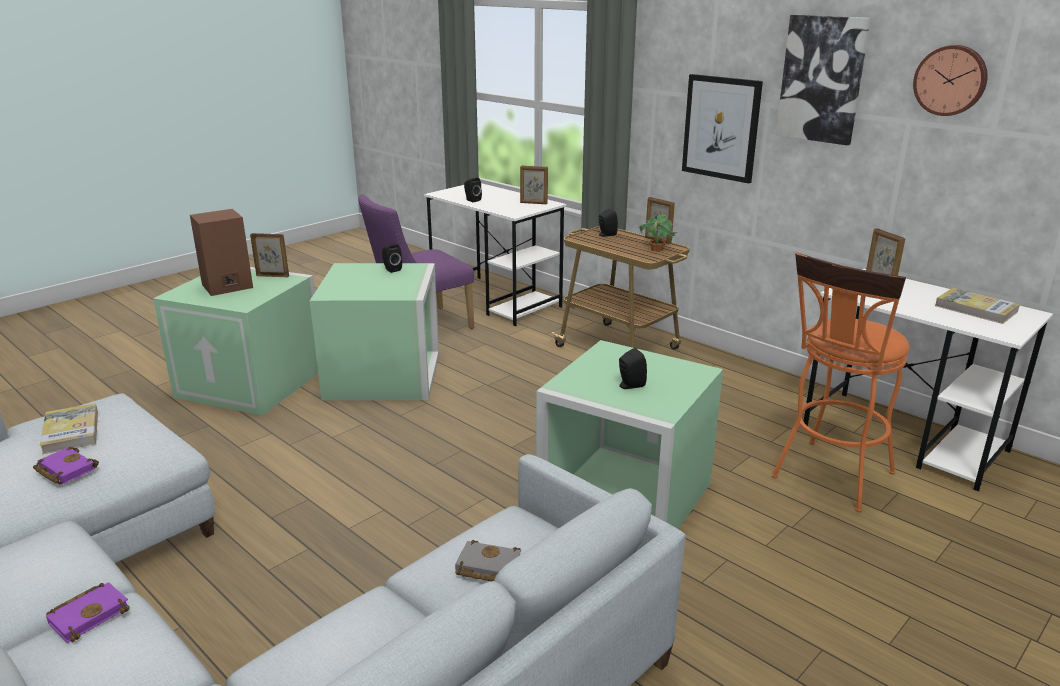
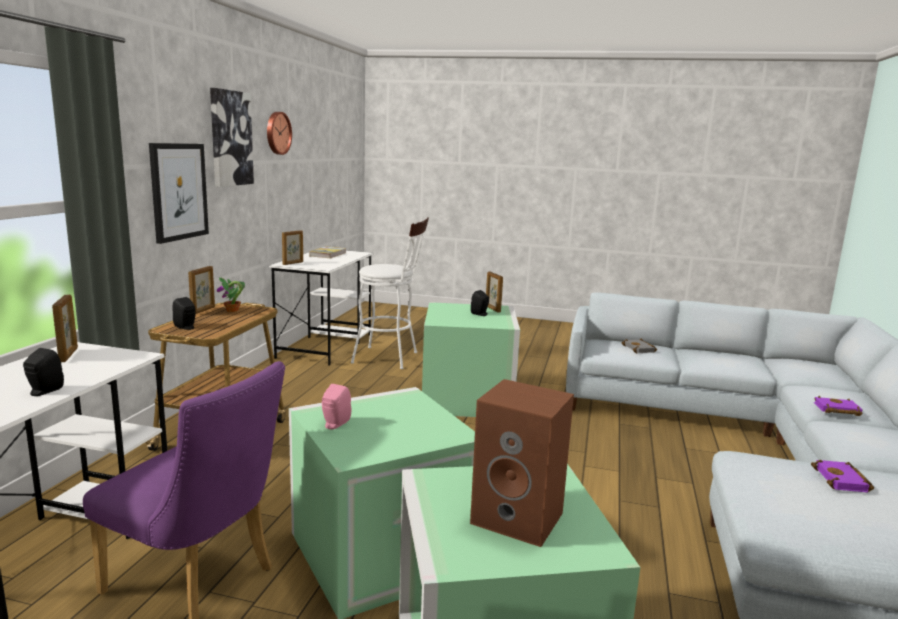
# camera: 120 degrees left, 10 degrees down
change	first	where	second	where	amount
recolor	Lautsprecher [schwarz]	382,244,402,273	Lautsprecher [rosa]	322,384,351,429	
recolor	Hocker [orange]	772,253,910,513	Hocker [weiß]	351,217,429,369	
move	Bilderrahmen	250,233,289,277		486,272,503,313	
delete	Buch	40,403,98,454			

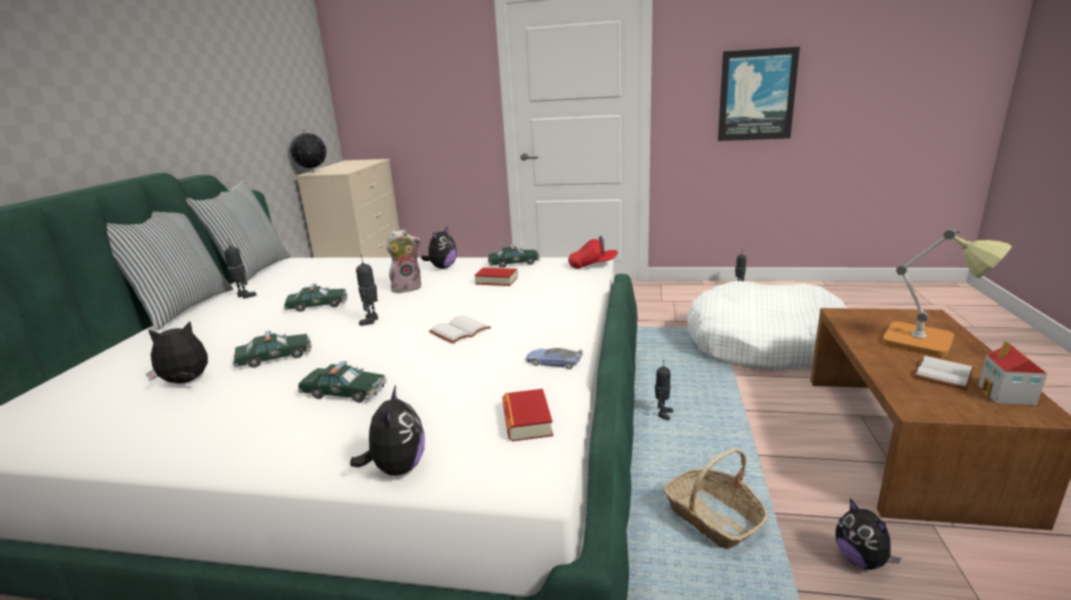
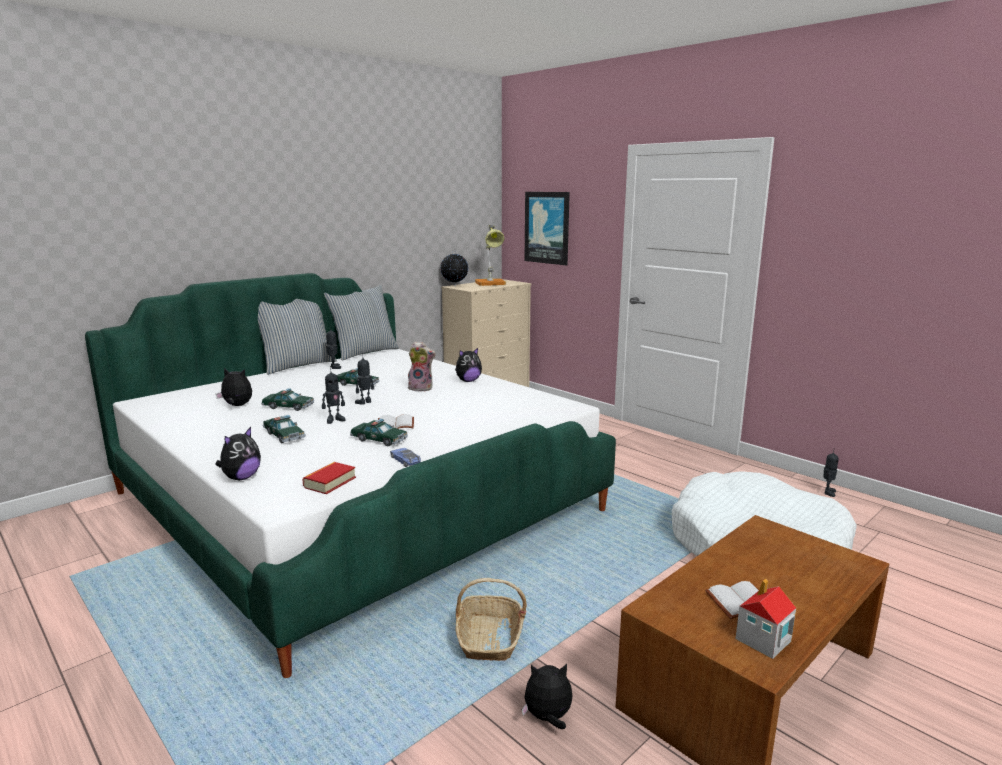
# camera: 35 degrees right, 5 degrees down
change	first	where	second	where	amount
move	Spielzeugroboter	655,360,673,420		322,366,345,424	
move	Spielzeugauto	488,244,540,268		350,419,408,446	
move	Tischlampe	882,228,1012,357		475,225,506,286	
rotate	Plüschtier	836,498,901,570		522,664,572,729	75 degrees clockwise
move	Bild	718,47,800,141		525,192,570,265	
delete	Buch	474,267,518,286			
delete	Kappe [rot]	568,236,618,269			

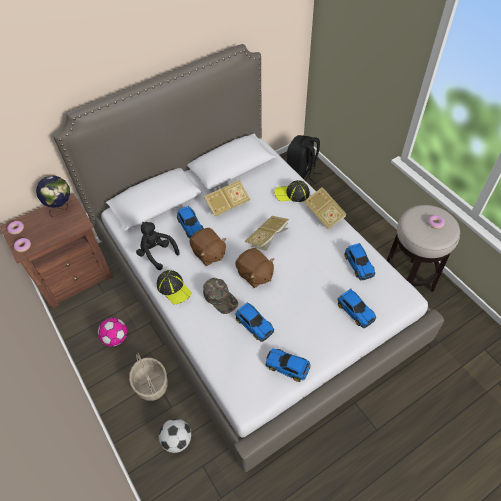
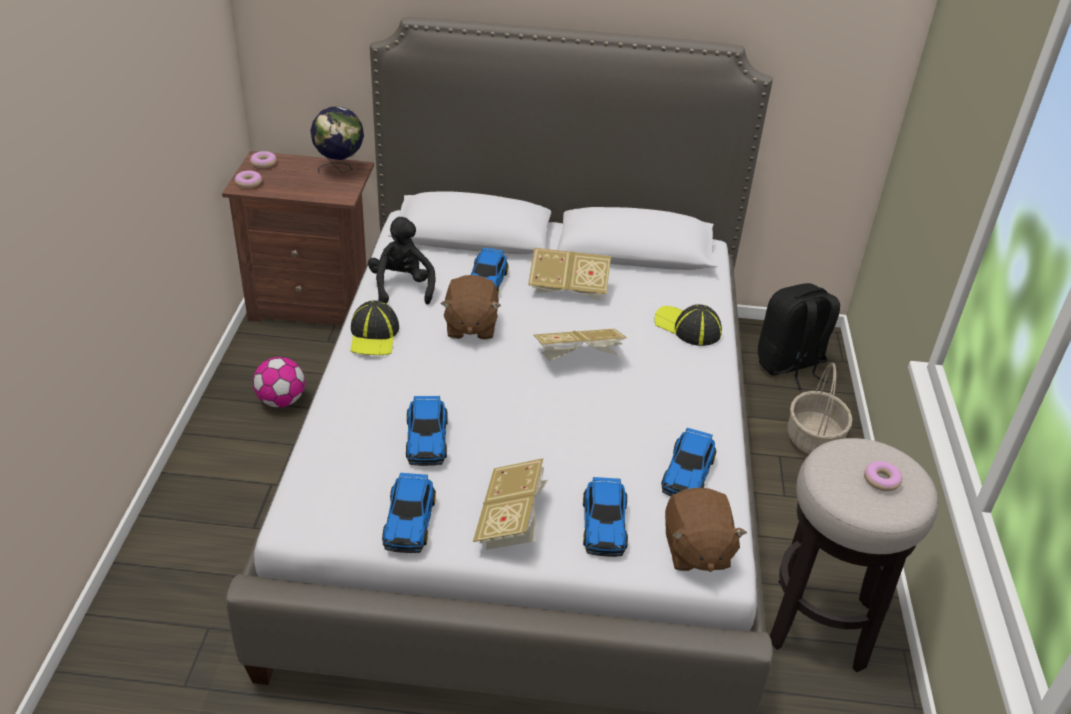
# camera: 35 degrees right, 15 degrees down
change	first	where	second	where	amount
rotate	Spielzeugauto	265,348,311,382		382,472,436,553	150 degrees counterclockwise
move	Buch	304,187,346,230		473,458,548,550	
move	Plüschtier [braun]	235,248,274,288		665,488,747,572	
move	Korb	129,353,168,401		787,363,853,454	
delete	Fußball	159,418,191,453			
delete	Kappe [grün]	203,278,238,314			

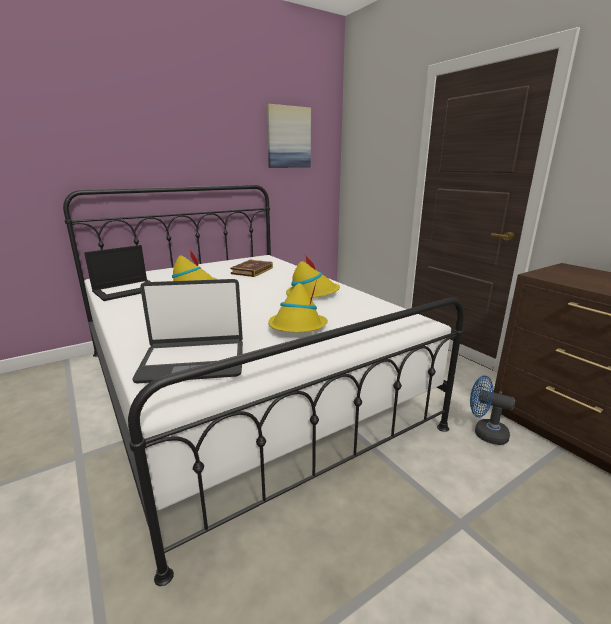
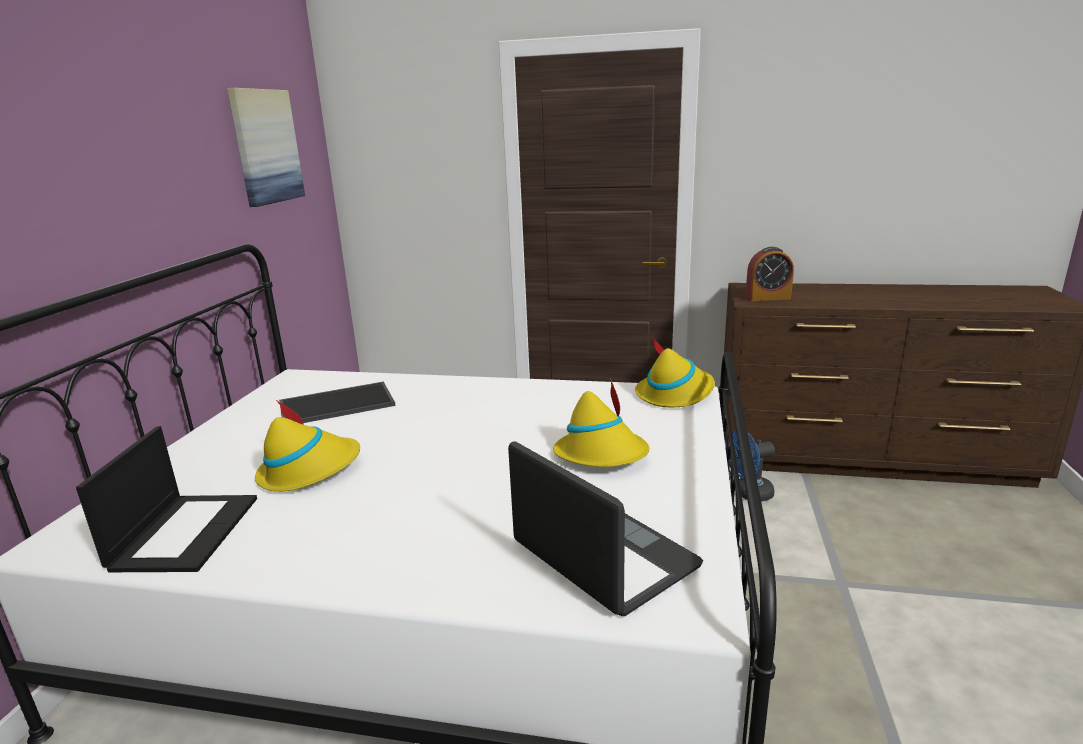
# camera: 45 degrees left, 0 degrees up
change	first	where	second	where	amount
replace	Buch	230,260,273,277	Tablett	279,381,396,423	
rotate	Laptop	132,279,243,383		508,441,703,616	75 degrees counterclockwise
move	Hut [gelb]	286,255,340,298		635,337,715,407	
insert			Wecker	745,247,794,301	

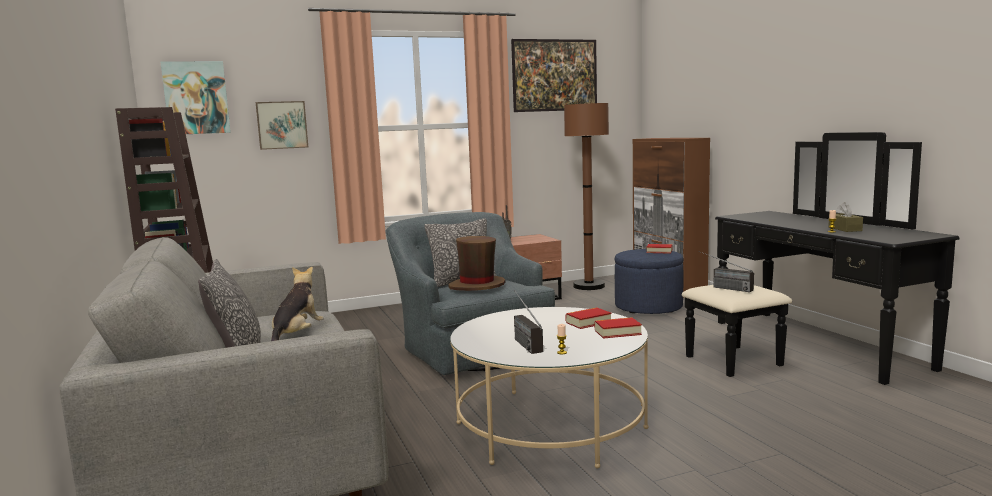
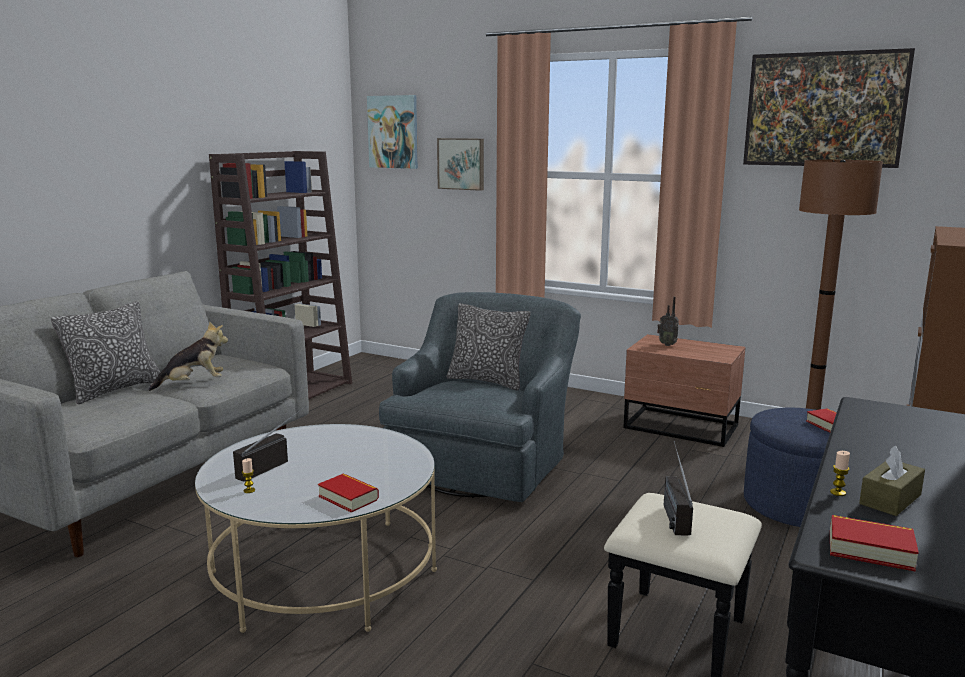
# camera: 50 degrees right, 5 degrees up
change	first	where	second	where	amount
move	Buch	565,308,611,329		830,515,919,572	
delete	Hut [braun]	448,236,505,291			

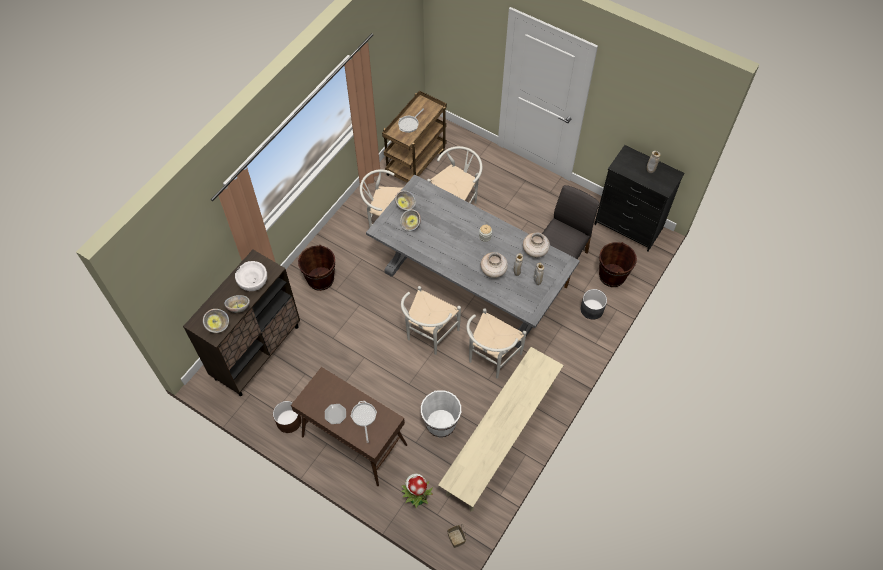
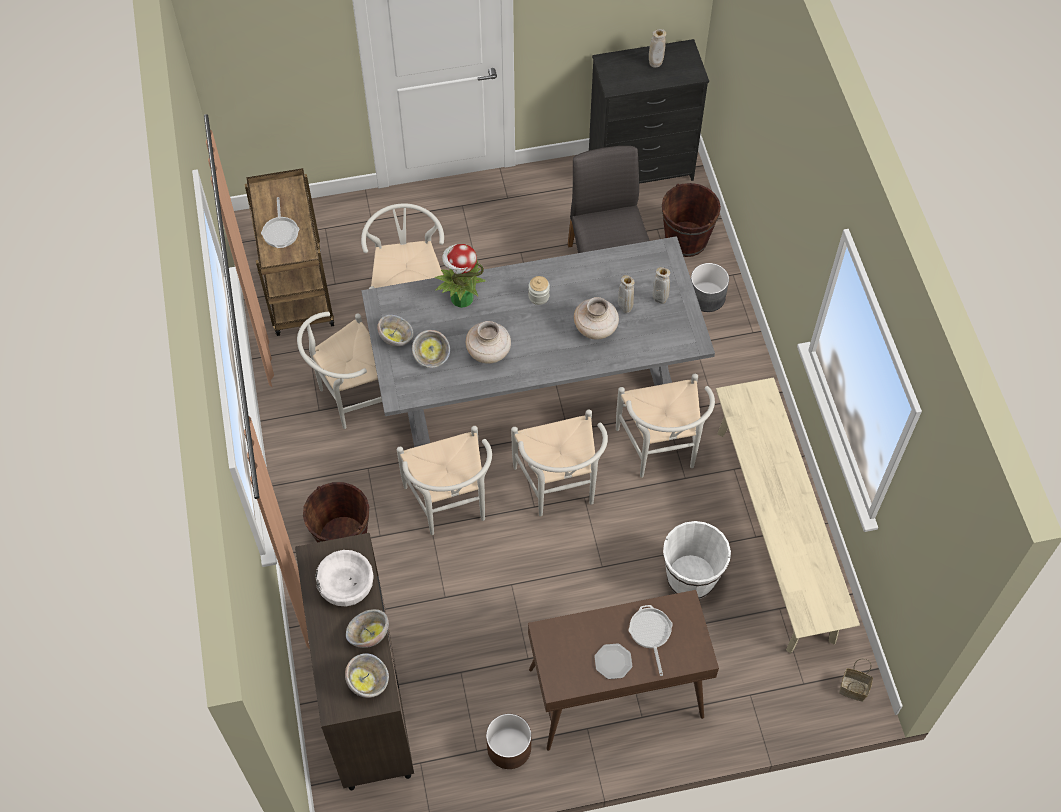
# camera: 45 degrees left, 0 degrees up
change	first	where	second	where	amount
insert			Stuhl [weiß]	397,426,492,535	
move	Topfpflanze	401,473,433,509		435,244,486,308	
move	Vase [beige]	523,232,550,258		466,321,511,364	
rotate	Pfanne	350,401,377,443		628,605,673,676	45 degrees clockwise

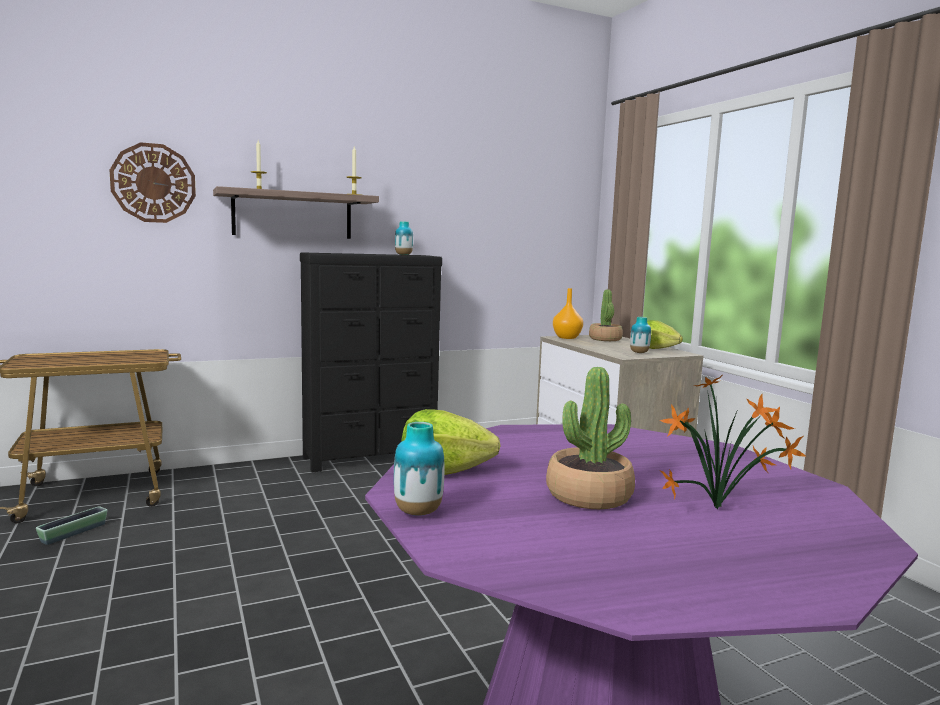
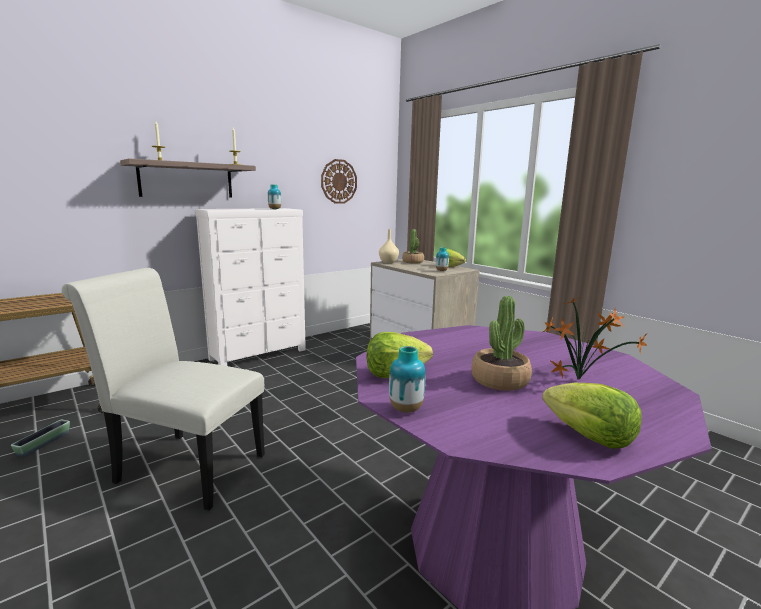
# camera: 15 degrees left, 5 degrees up
change	first	where	second	where	amount
insert			Stuhl [weiß]	62,268,265,510	
recolor	Kommode [schwarz]	300,252,442,473	Kommode [weiß]	195,208,306,366	
move	Wanduhr	110,142,196,223		321,159,357,204	
recolor	Vase [orange]	553,288,583,339	Vase [beige]	379,229,399,263	
insert			Salatkopf	542,383,642,449	

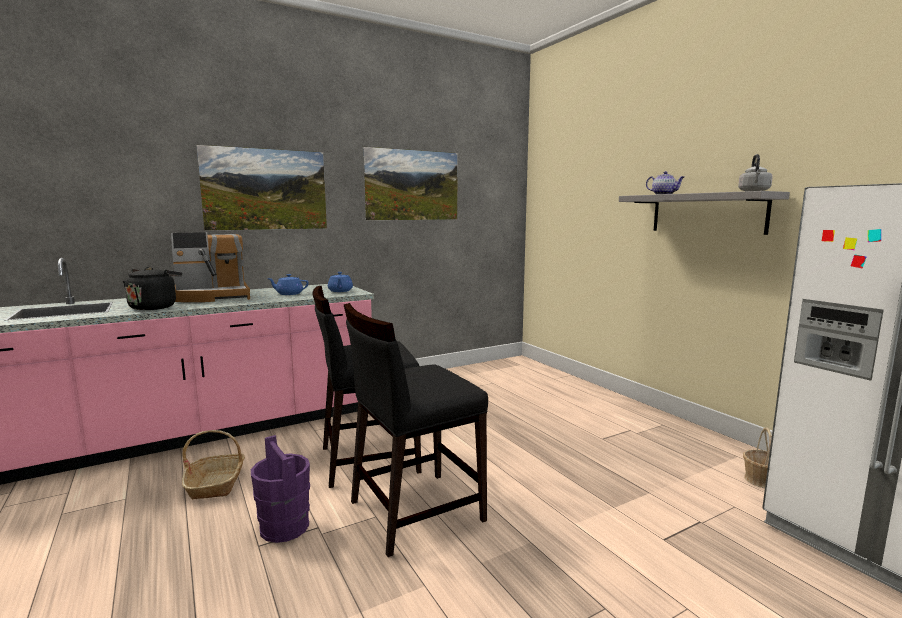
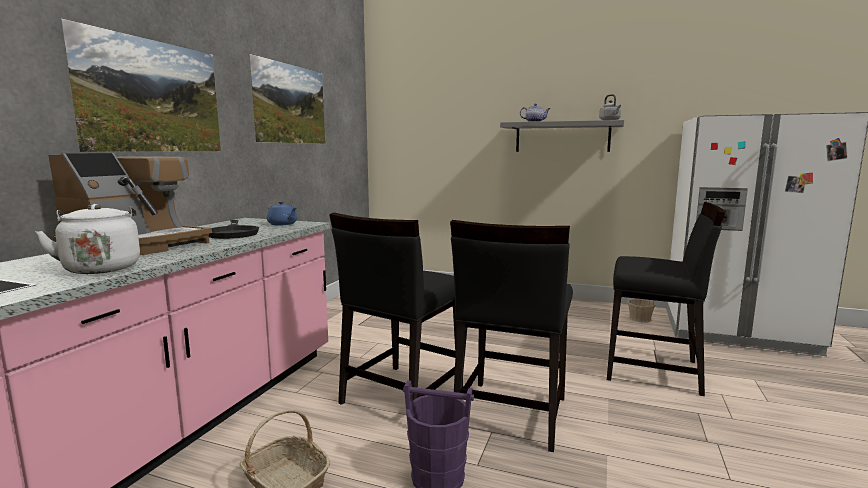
# camera: 40 degrees left, 0 degrees up
change	first	where	second	where	amount
recolor	Wasserkessel [schwarz]	123,267,182,310	Wasserkessel [weiß]	35,204,140,274	
replace	Teekanne [blau]	267,274,309,295	Pfanne [schwarz]	209,220,259,239	
insert			Stuhl [schwarz]	607,202,725,396	

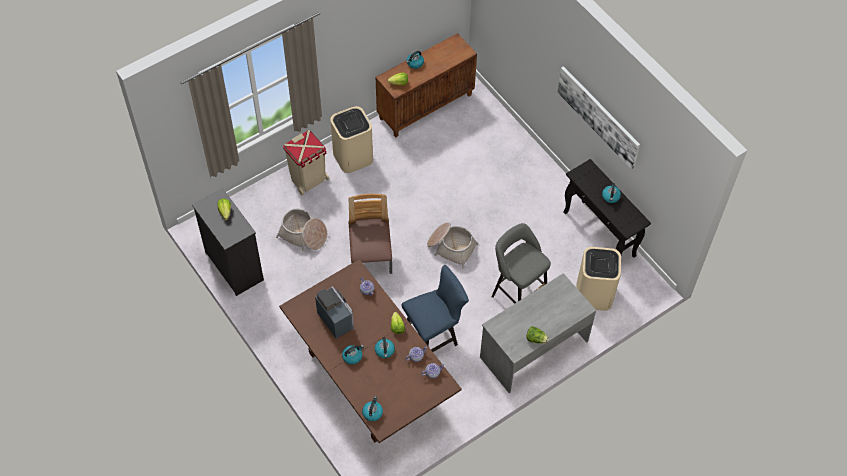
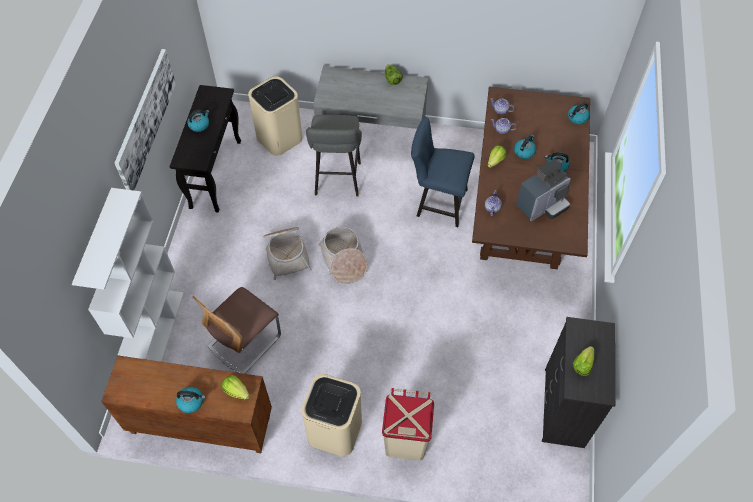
# camera: 135 degrees left, 0 degrees up
change	first	where	second	where	amount
insert			Bücherregal [weiß]	72,188,184,362	
move	Stuhl	348,194,392,274		192,287,281,374	
move	Korb	276,209,327,251		263,227,312,280	
rotate	Kaffeemaschine	315,286,354,339		516,159,571,221	135 degrees counterclockwise

